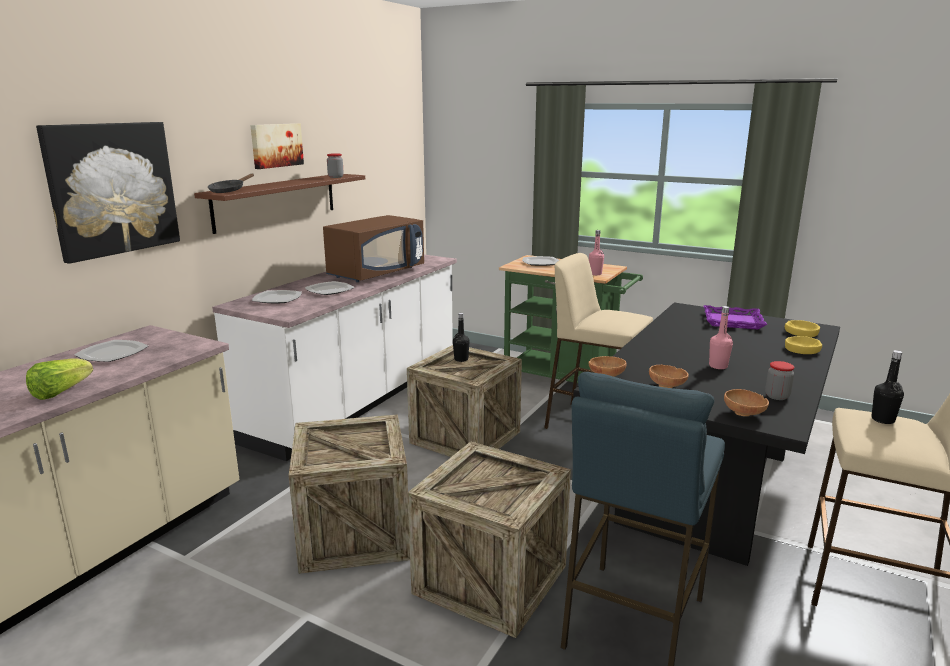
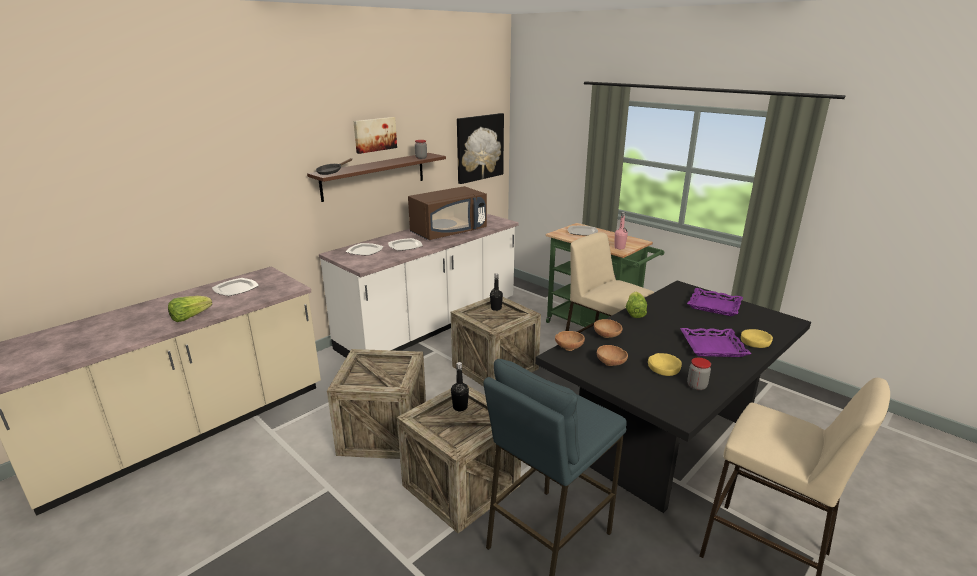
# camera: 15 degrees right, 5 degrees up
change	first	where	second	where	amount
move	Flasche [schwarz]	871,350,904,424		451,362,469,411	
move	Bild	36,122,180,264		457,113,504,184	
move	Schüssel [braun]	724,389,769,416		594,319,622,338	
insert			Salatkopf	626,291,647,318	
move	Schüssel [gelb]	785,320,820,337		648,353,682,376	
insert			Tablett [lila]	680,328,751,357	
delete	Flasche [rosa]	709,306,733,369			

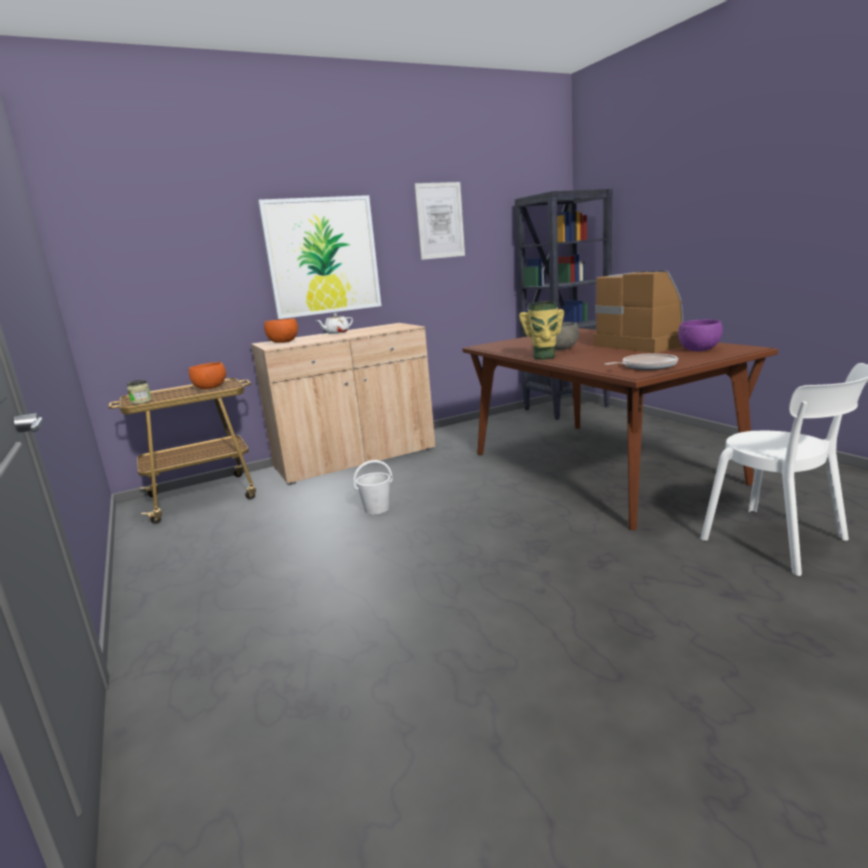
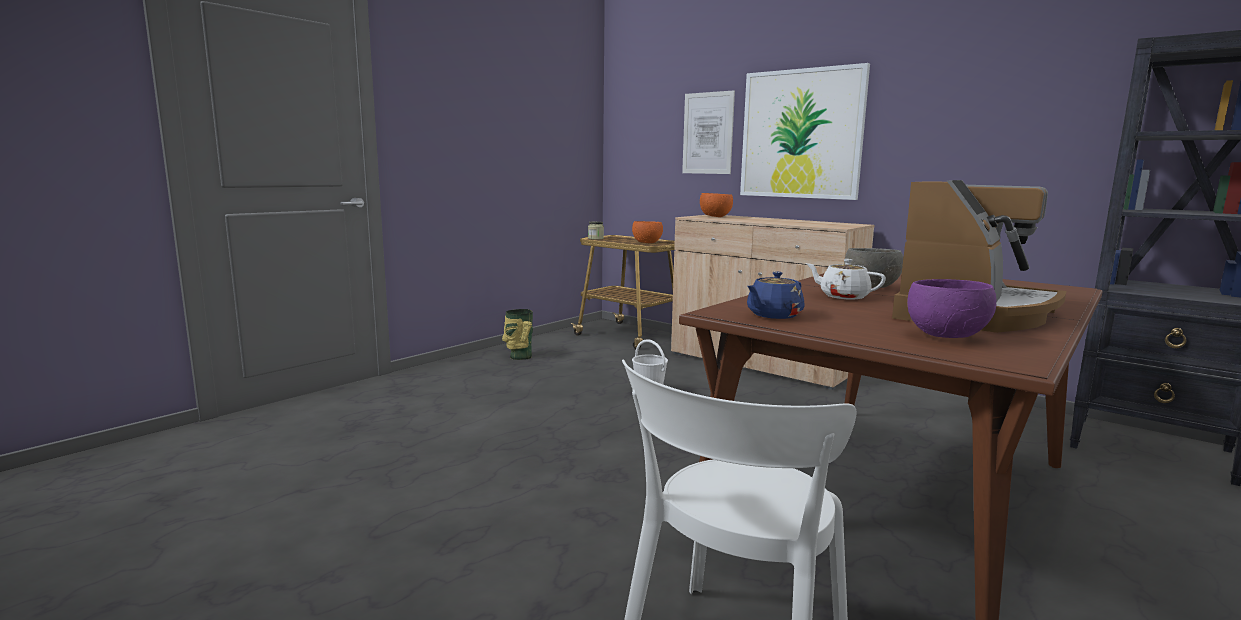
# camera: 65 degrees right, 5 degrees down
change	first	where	second	where	amount
move	Vase	519,301,564,360		502,309,533,360	
move	Bild	414,182,465,260		682,90,735,174	
replace	Pfanne	605,353,678,370	Teekanne [blau]	747,271,805,319	
move	Teekanne [weiß]	316,313,353,334		805,259,886,300	

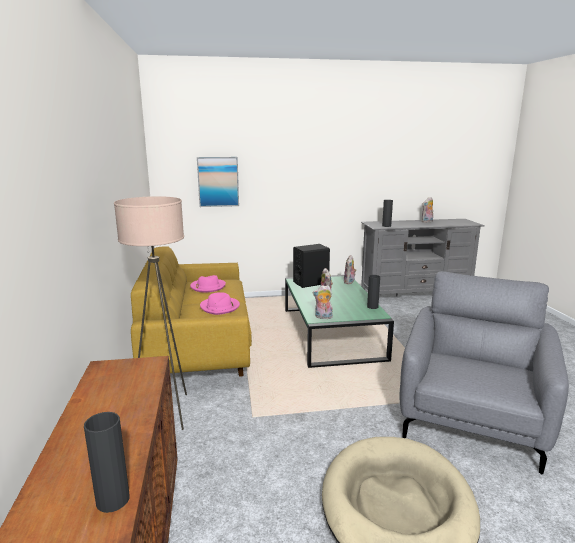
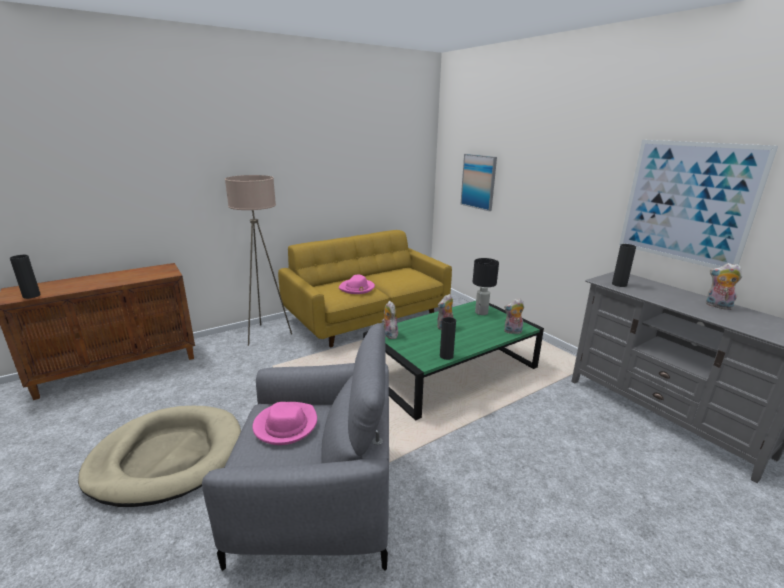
# camera: 65 degrees right, 5 degrees up
change	first	where	second	where	amount
move	Hut [rosa]	190,275,226,292		253,402,317,445	
replace	Lautsprecher [schwarz]	293,244,330,288	Tischlampe [schwarz]	473,258,499,315	
insert			Bild	619,140,778,269	

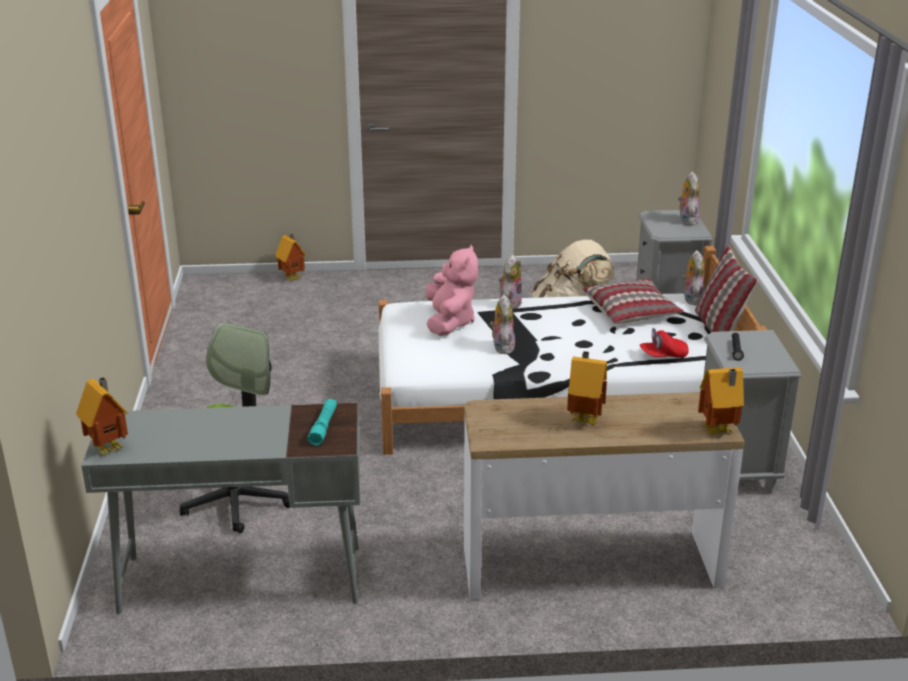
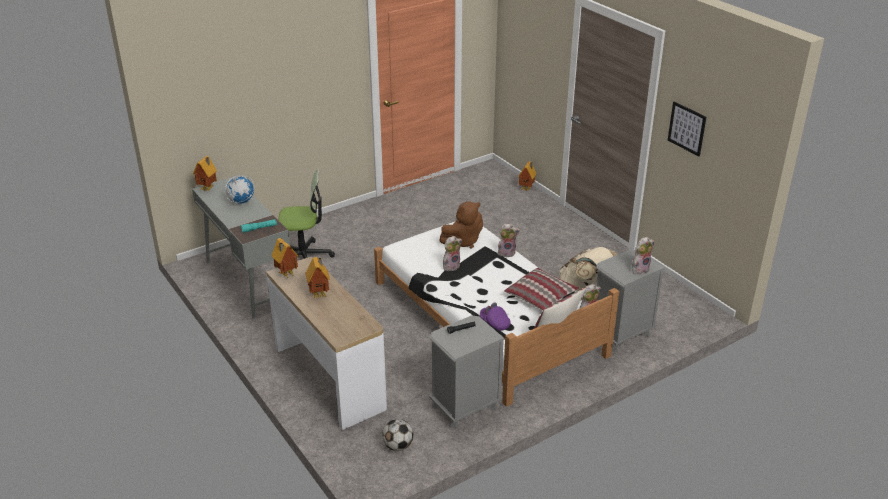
# camera: 60 degrees right, 5 degrees up
change	first	where	second	where	amount
insert			Globus	225,175,254,203	
move	Spielzeughaus	698,367,744,435		271,238,298,278	
insert			Fußball	382,419,413,451	
recolor	Plüschtier [rosa]	426,245,478,336	Plüschtier [braun]	439,201,483,249	
recolor	Kappe [rot]	640,328,689,358	Kappe [lila]	480,302,511,331	
insert			Bild	668,102,706,157	

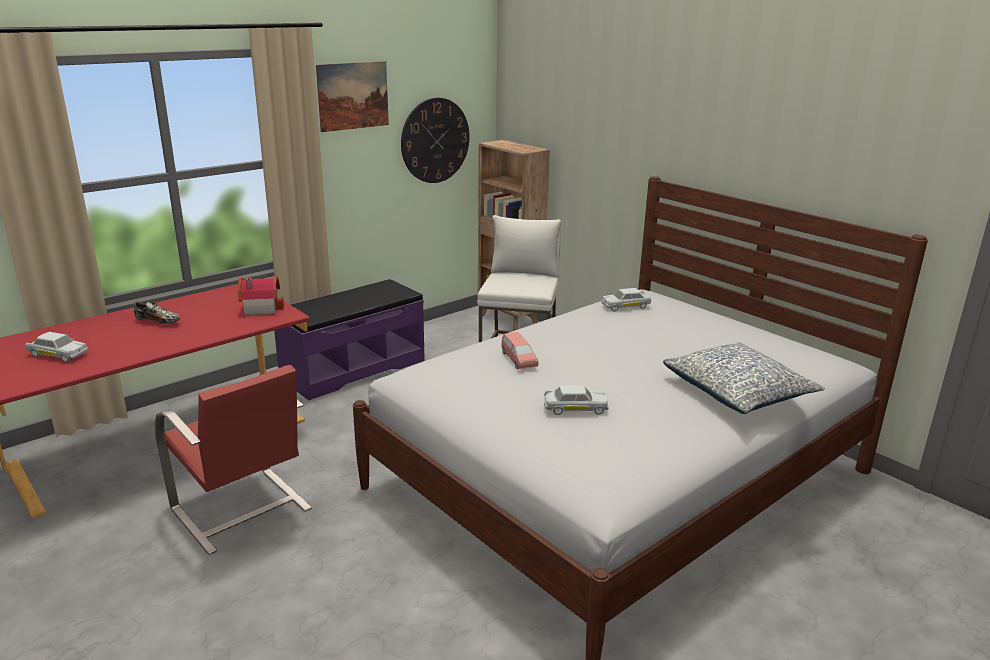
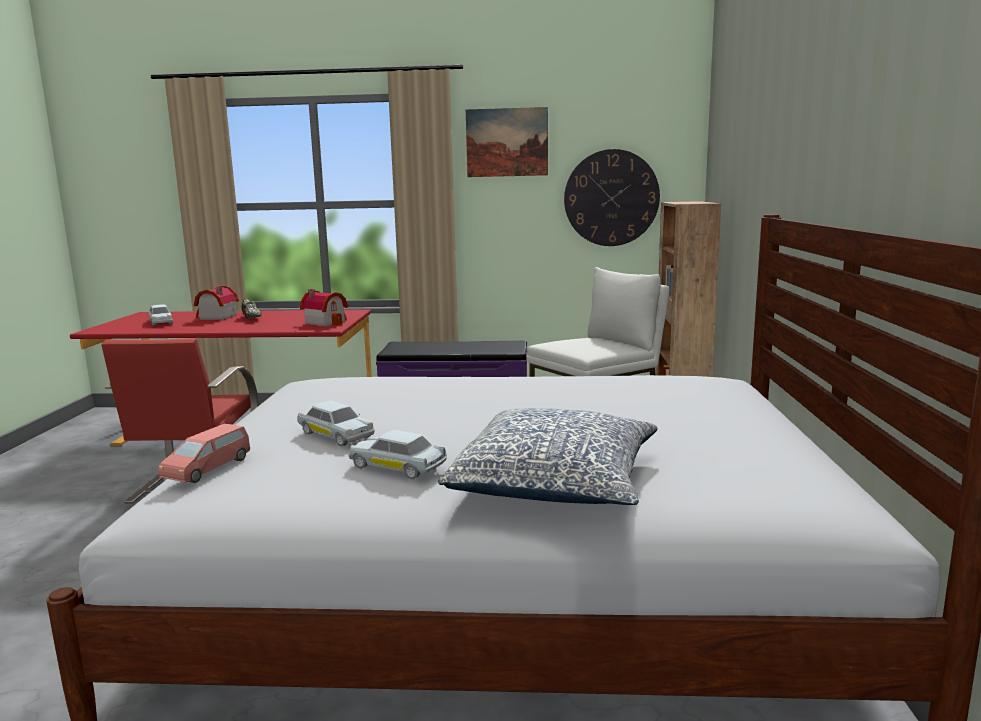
# camera: 45 degrees right, 10 degrees down
change	first	where	second	where	amount
move	Spielzeugauto [rosa]	501,332,538,369		158,424,250,483	
insert			Spielzeughaus	194,285,239,320	
move	Spielzeugauto [weiß]	601,288,651,311		348,430,447,479	

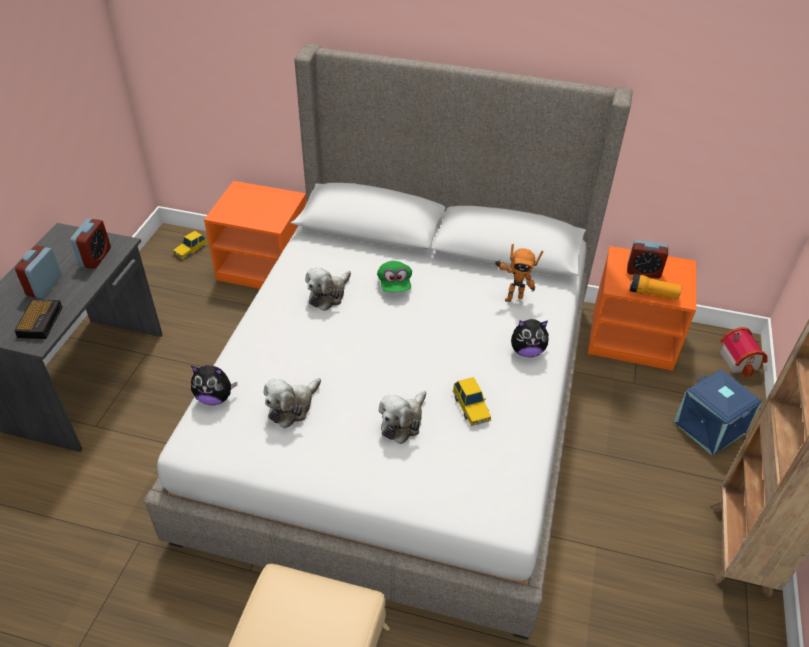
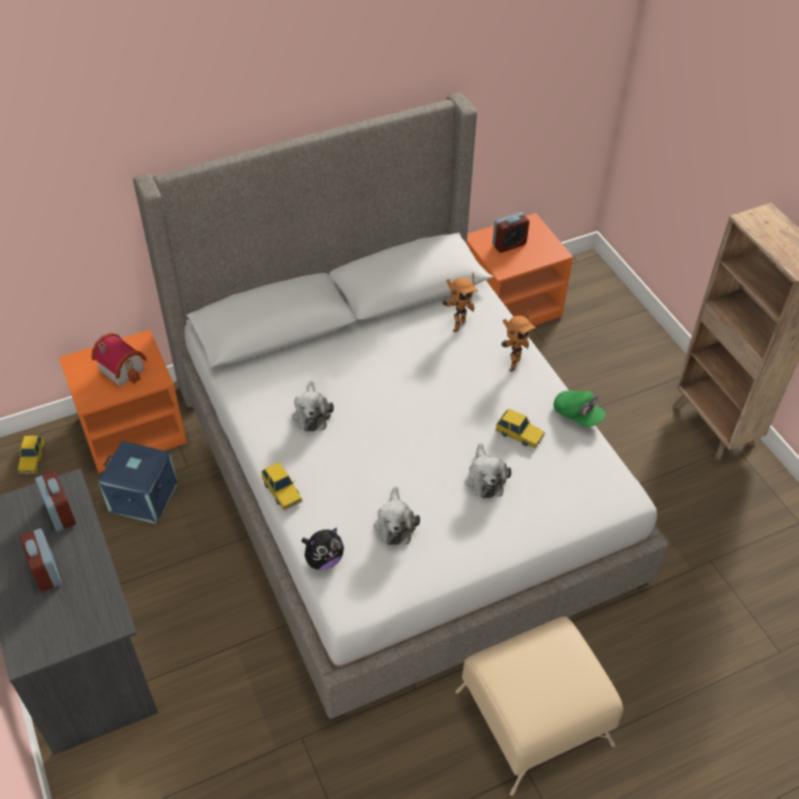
# camera: 40 degrees left, 5 degrees up
change	first	where	second	where	amount
move	Spielzeughaus	720,327,768,377		91,333,147,387	
move	Aufbewahrungsbox [blau]	674,369,762,456		98,441,178,524	
insert			Spielzeugauto	261,462,303,510	
replace	Plüschtier	511,319,550,357	Spielzeugroboter	501,309,536,372	
move	Kappe [grün]	377,261,412,292		554,390,606,427	
delete	Wecker	14,299,62,339			
delete	Taschenlampe	629,273,682,300			

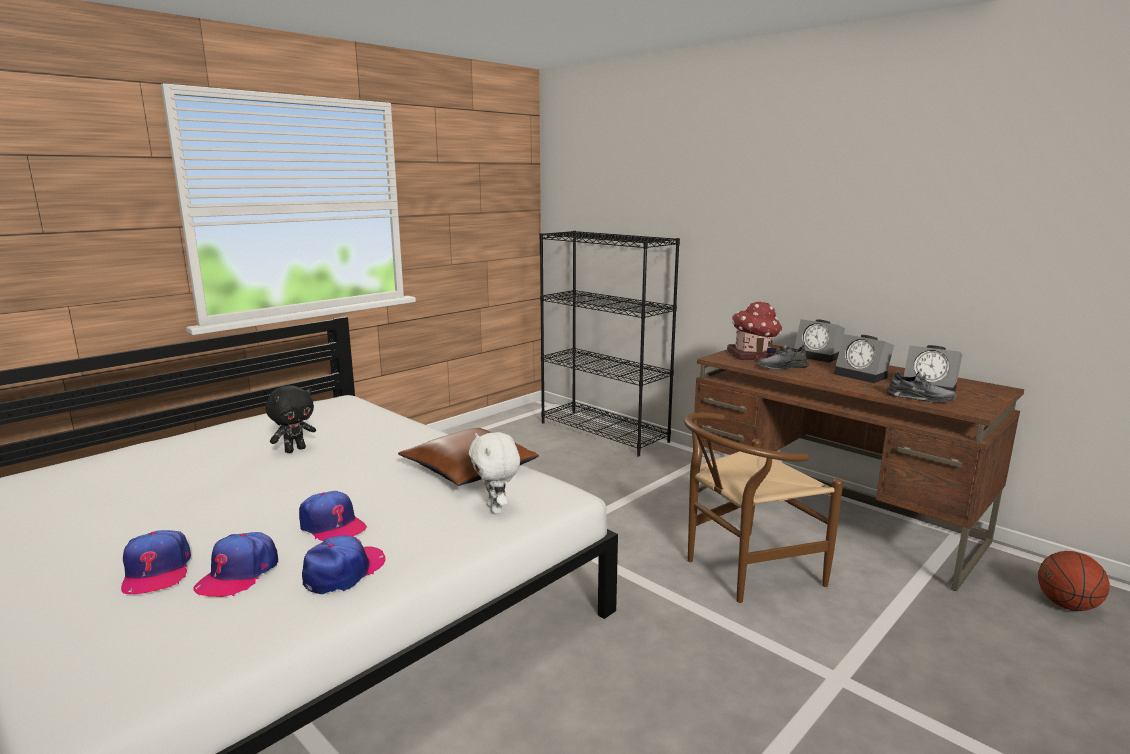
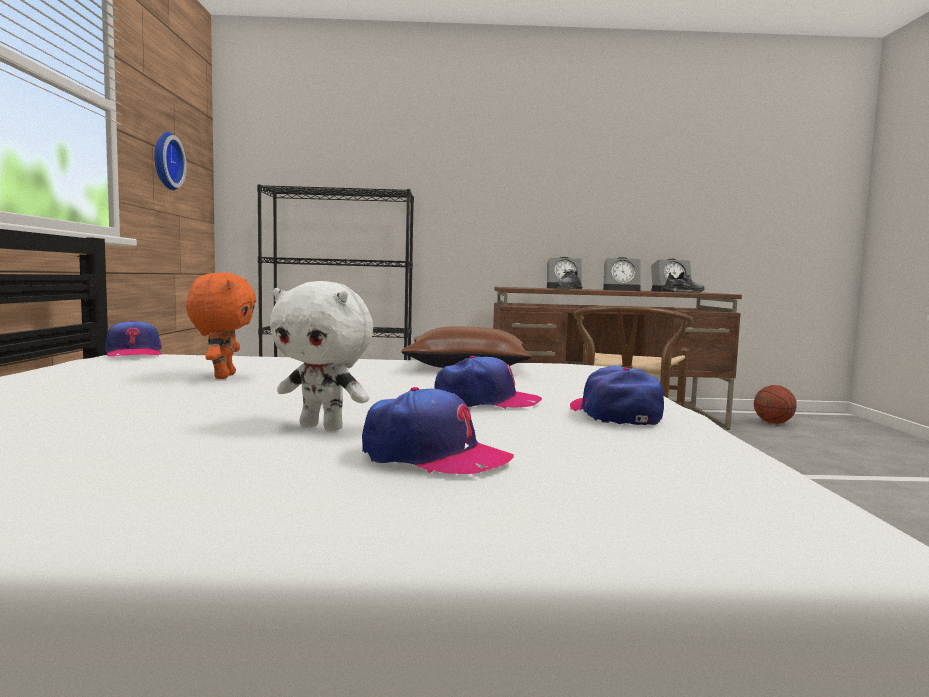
# camera: 45 degrees left, 10 degrees down
change	first	where	second	where	amount
move	Kappe	193,532,278,597		105,320,162,357	
insert			Wanduhr	154,132,187,190	
recolor	Plüschtier [schwarz]	265,385,316,453	Plüschtier [orange]	186,273,256,379	
move	Plüschtier [weiß]	469,432,520,514		270,281,373,431	
delete	Spielzeughaus	727,301,782,362			

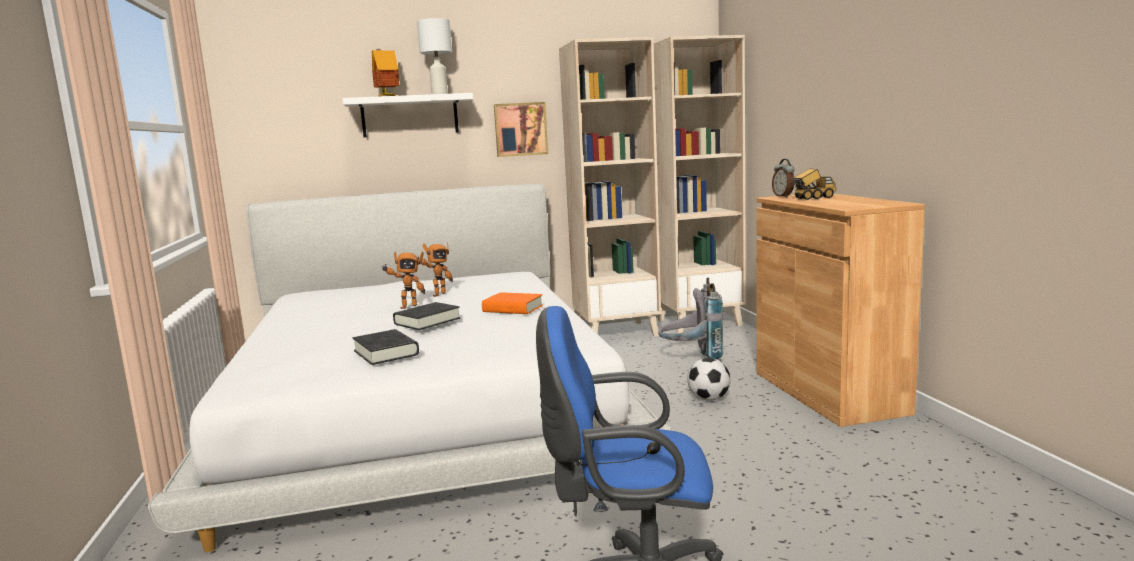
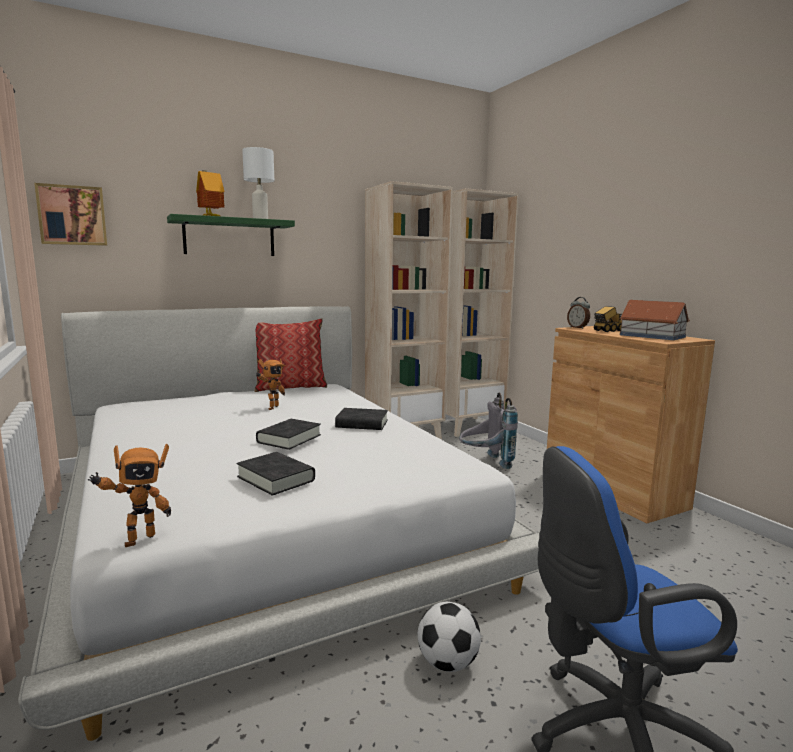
# camera: 15 degrees left, 0 degrees up
change	first	where	second	where	amount
move	Bild	494,102,548,157		34,183,107,246	
move	Spielzeugroboter	381,251,425,309		88,444,171,547	
recolor	Wandregal [weiß]	342,93,473,137	Wandregal [grün]	167,214,295,256	
insert			Kissen	254,318,327,392	
recolor	Buch [orange]	482,292,543,314	Buch [schwarz]	335,408,388,430	
move	Fußball	687,358,731,401		417,602,481,672	
insert			Spielzeughaus	619,300,690,340	

